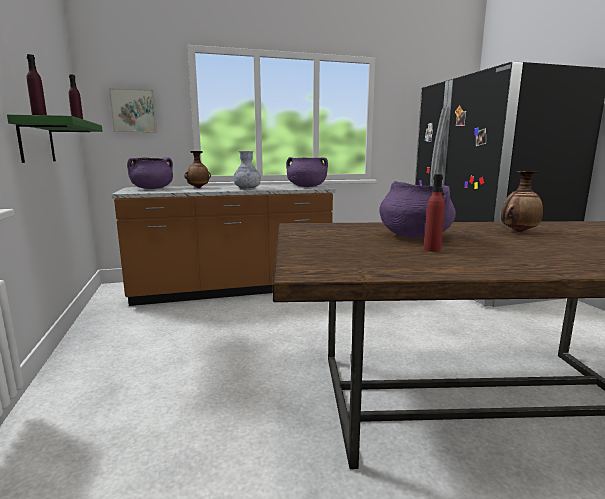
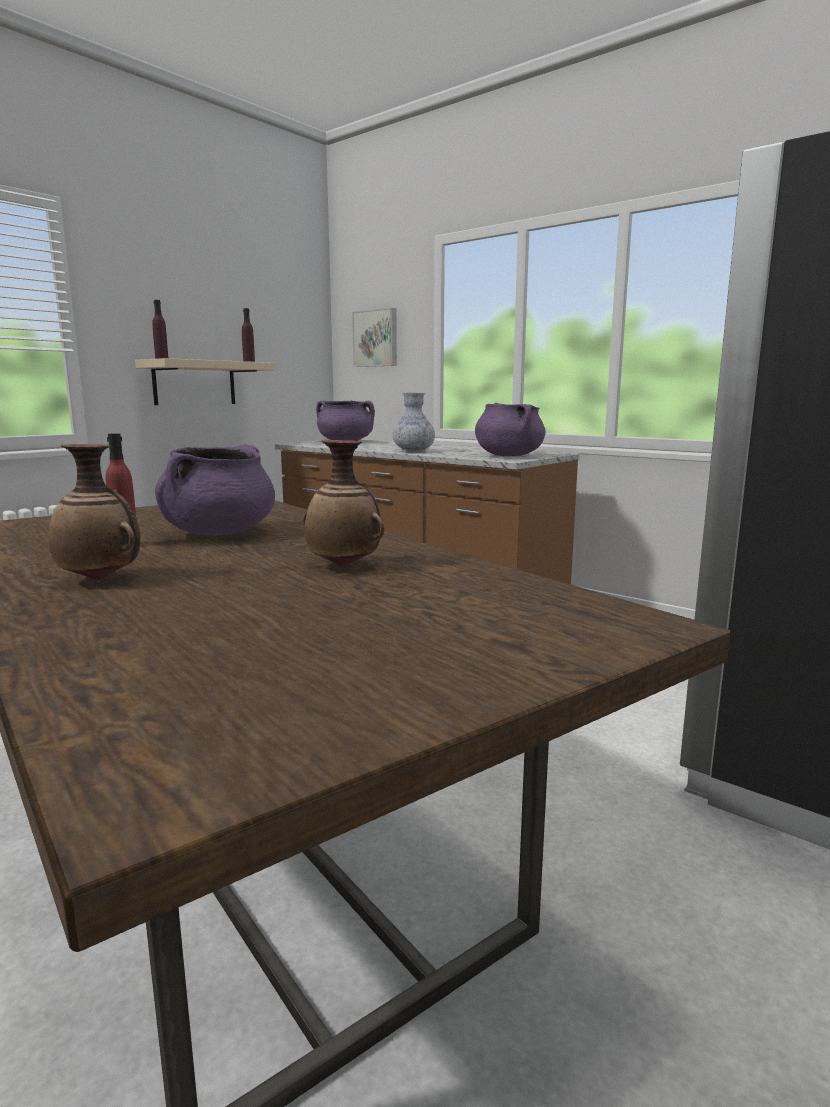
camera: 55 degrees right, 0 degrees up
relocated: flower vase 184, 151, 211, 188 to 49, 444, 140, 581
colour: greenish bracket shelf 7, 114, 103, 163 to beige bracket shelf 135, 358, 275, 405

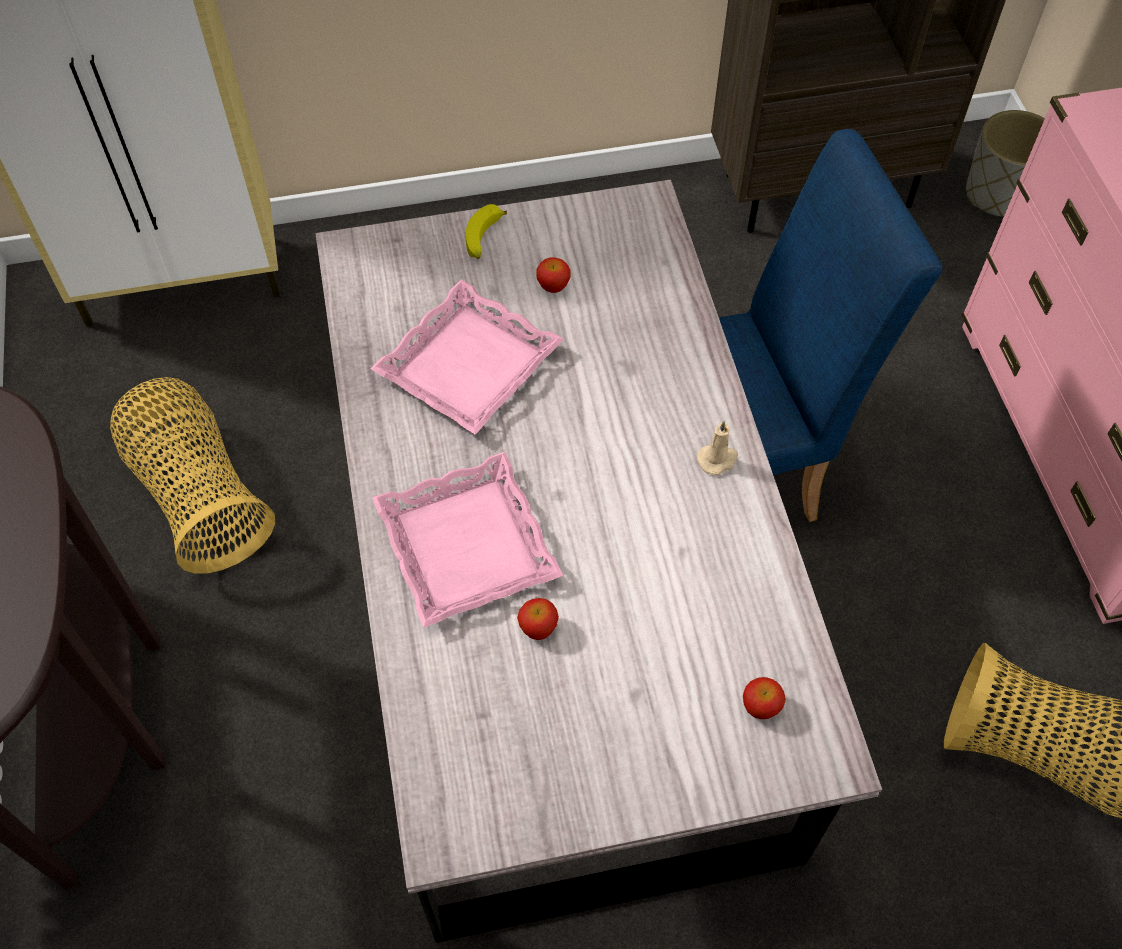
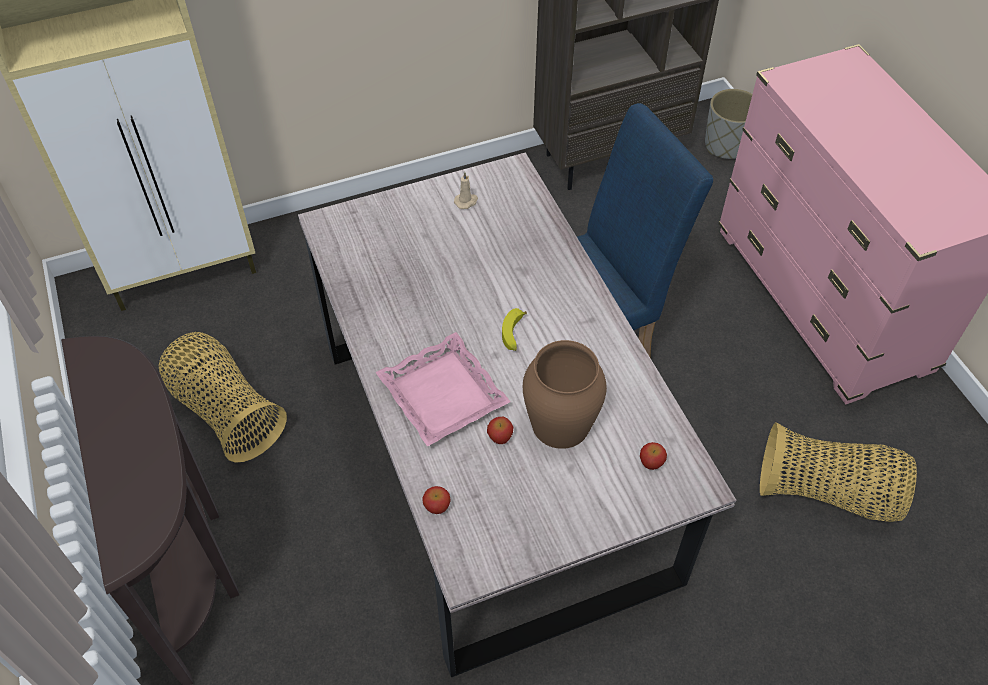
camera: 10 degrees left, 5 degrees down
missing: pink-coloured carrying tray 371, 279, 564, 434
appeared: brown flower vase 523, 340, 607, 449
relocated: banana fruit 466, 204, 507, 259 to 502, 308, 527, 351; apple 536, 258, 571, 293 to 422, 486, 451, 514; beige wax light 697, 421, 738, 475 to 454, 172, 478, 209

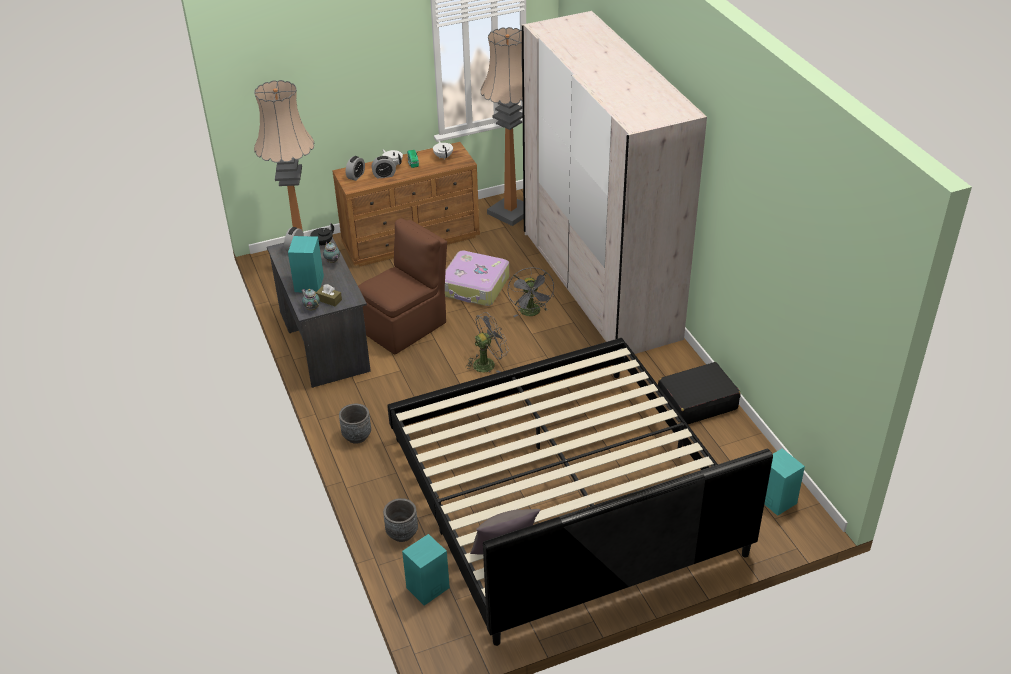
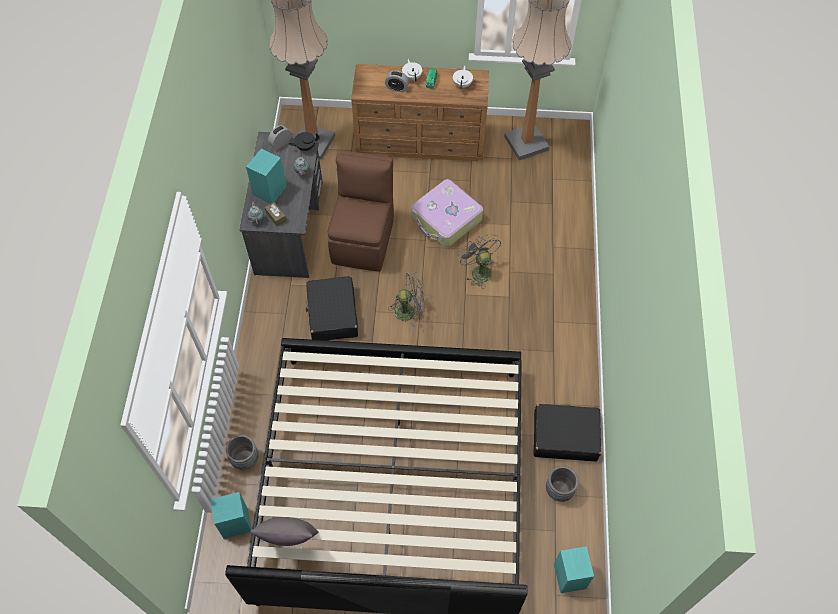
camera: 25 degrees right, 20 degrees up
missing: alarm clock 346, 156, 365, 181; beige wardrobe 522, 11, 707, 354
appeared: blackish travel case 306, 276, 358, 340
relocated: gray plant pot 339, 404, 371, 444 to 546, 466, 578, 502
spun: brown plain chair 358, 218, 447, 354 = 328, 150, 394, 272 60 degrees counterclockwise; gray fan 507, 267, 554, 317 = 457, 233, 501, 288 135 degrees clockwise

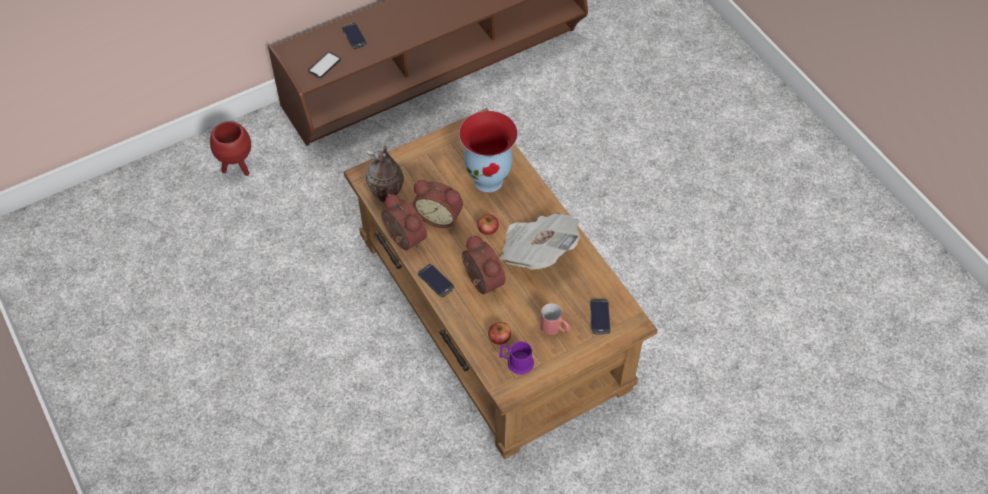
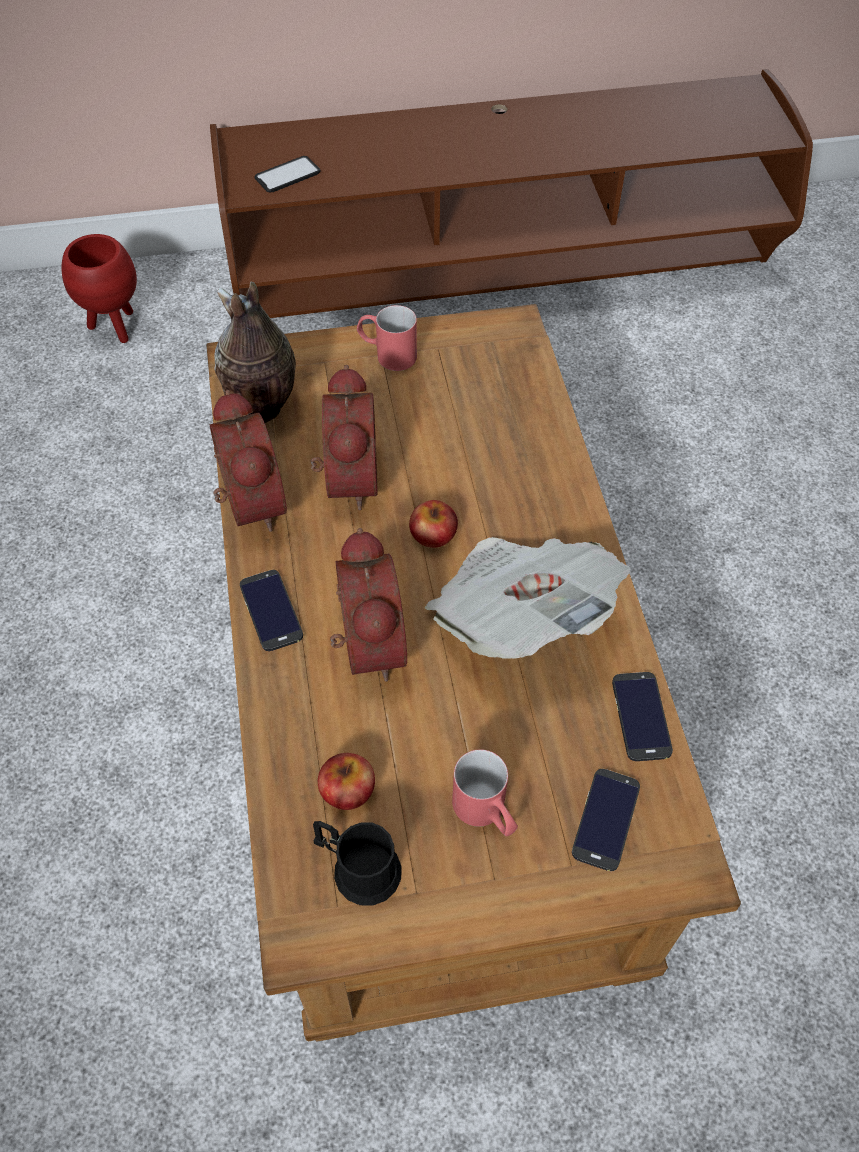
camera: 20 degrees right, 0 degrees up
missing: flower vase 459, 111, 518, 192
appeared: red tea mug 357, 305, 417, 371
relocated: handset 342, 23, 367, 49 to 612, 672, 673, 761
colour: purplish tea mug 499, 341, 534, 374 to blackish tea mug 313, 821, 402, 906
spun: alarm clock 412, 180, 463, 228 = 310, 365, 378, 510 135 degrees counterclockwise

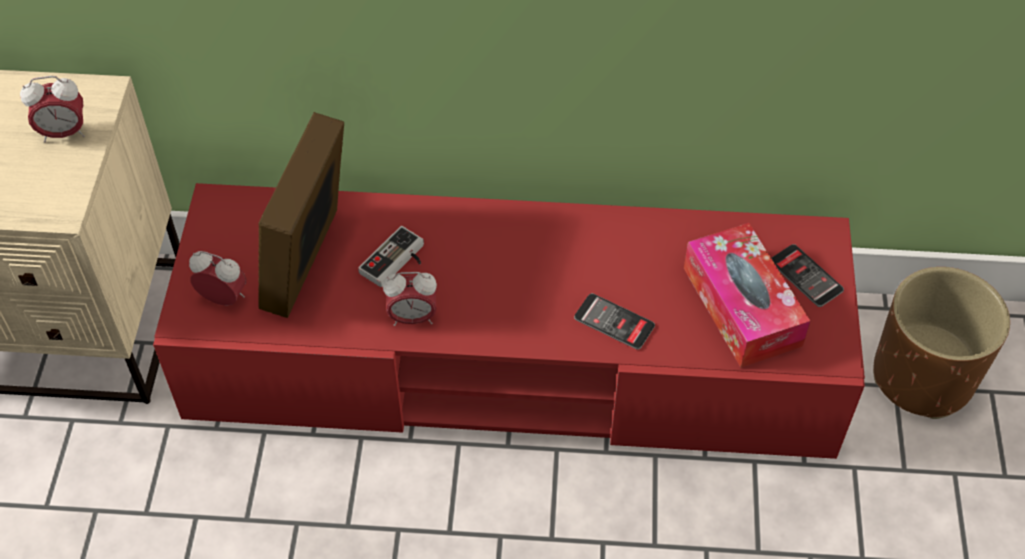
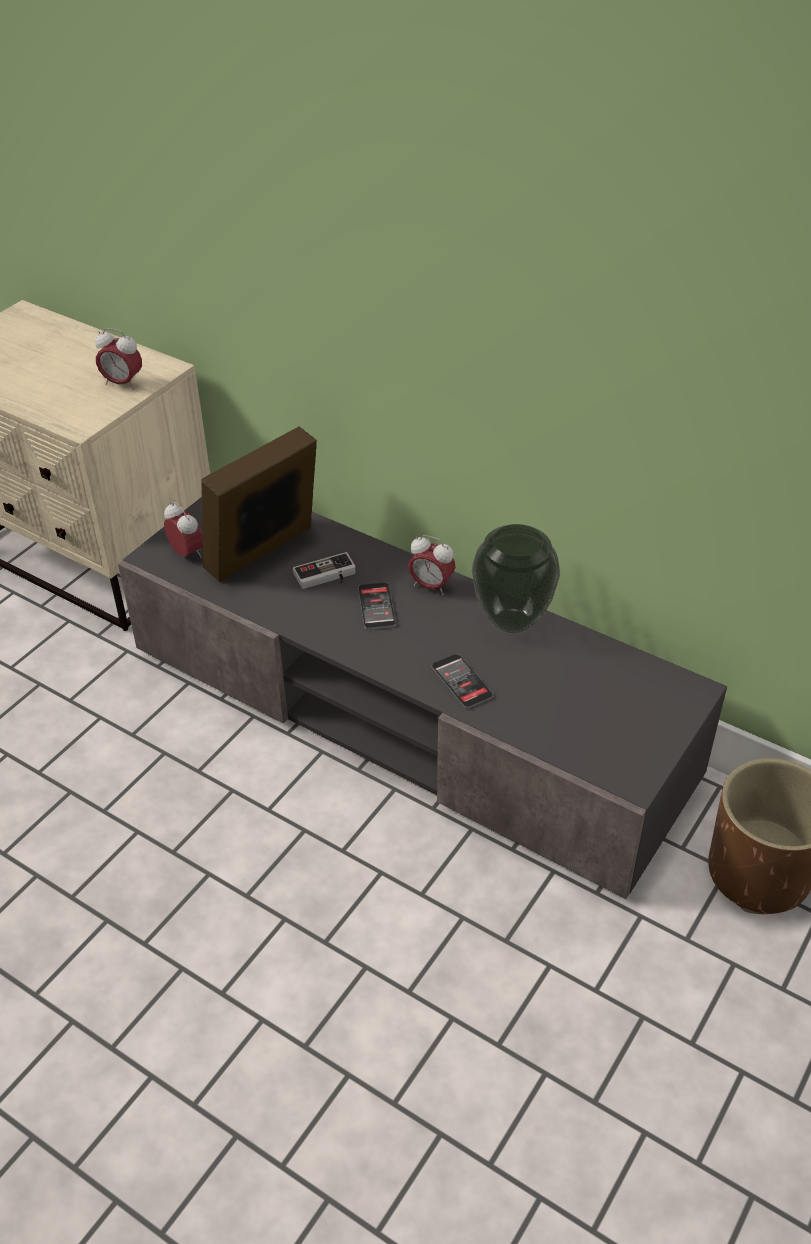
camera: 30 degrees right, 10 degrees down
missing: box of tissues 684, 223, 810, 368
appeared: flower vase 472, 524, 560, 634
relocated: alarm clock 383, 272, 437, 326 to 408, 535, 456, 595; handset 771, 244, 844, 307 to 358, 582, 396, 630
colour: red tv unit 153, 183, 865, 459 to gray tv unit 118, 497, 727, 899

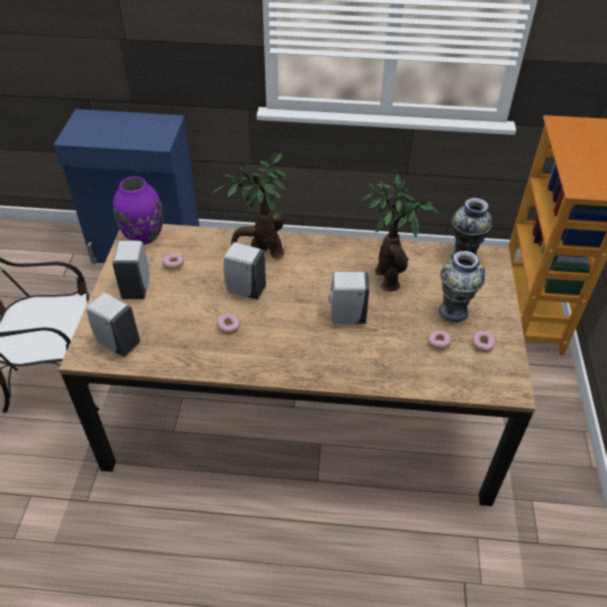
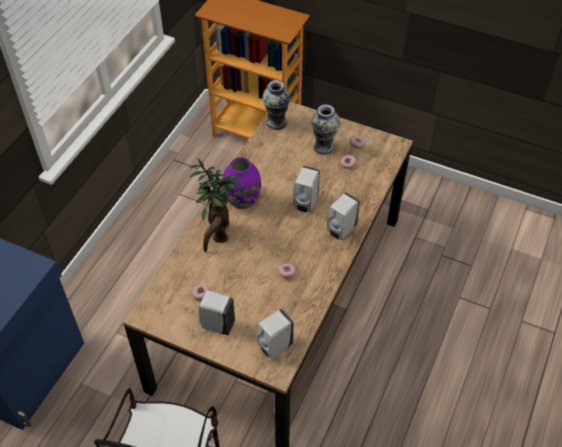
camera: 70 degrees left, 5 degrees up
missing: houseplant 360, 174, 439, 292
relocated: purplish flower vase 113, 177, 163, 245 to 222, 157, 261, 209; white-coloured soap bottle 224, 242, 266, 300 to 327, 192, 360, 240

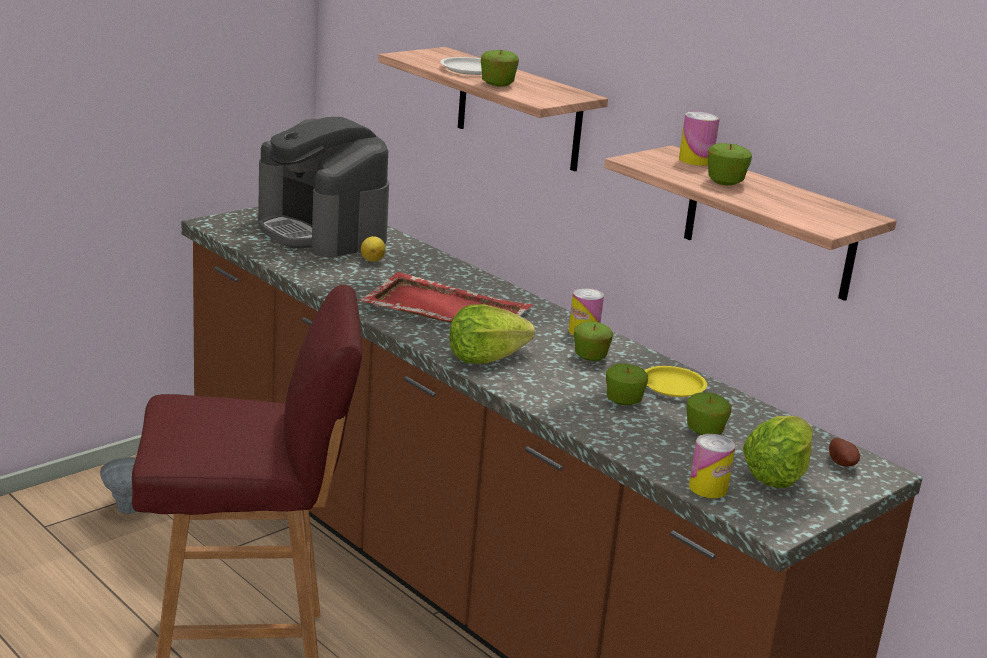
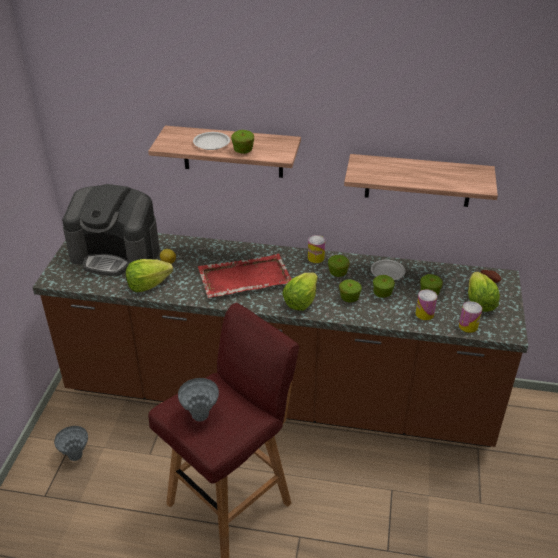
camera: 35 degrees left, 15 degrees up
appeared: head of lettuce 126, 259, 173, 292; gray flower vase 178, 378, 219, 422
relocated: can 679, 111, 720, 166 to 415, 289, 437, 320; apple 708, 143, 752, 185 to 339, 279, 362, 302
colour: yellowish plate 644, 366, 707, 397 to white-coloured plate 371, 260, 405, 280

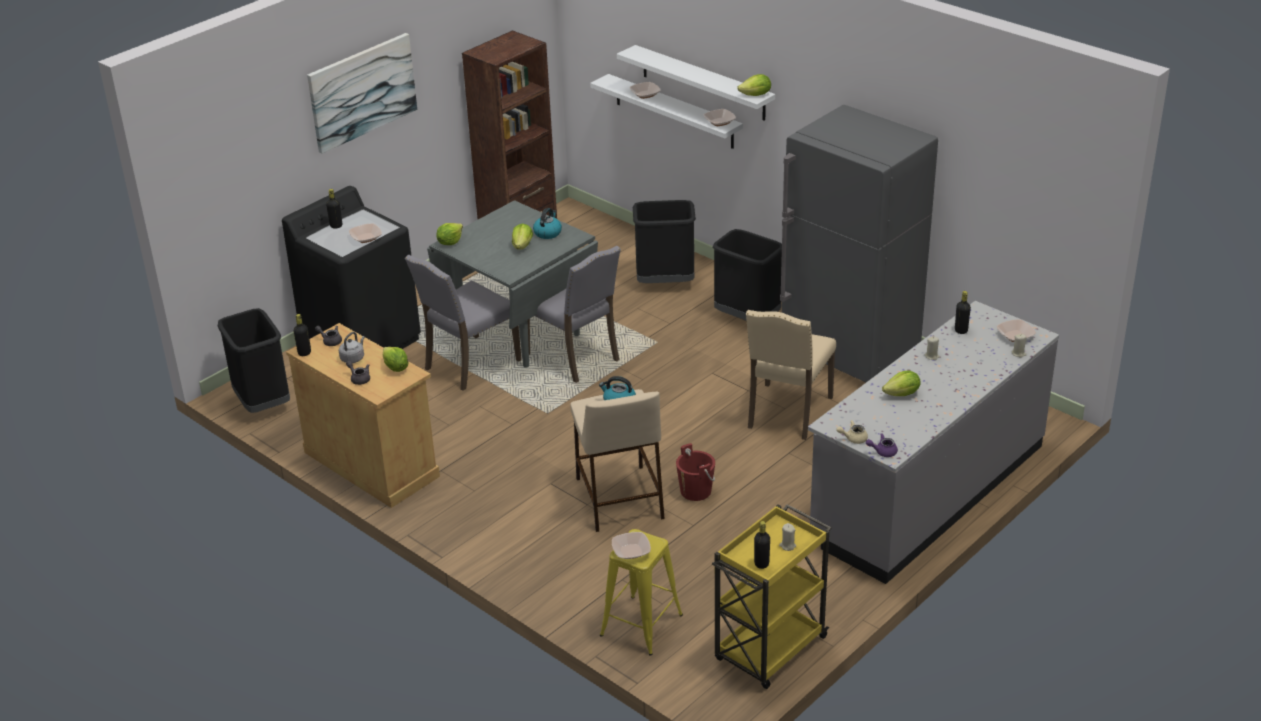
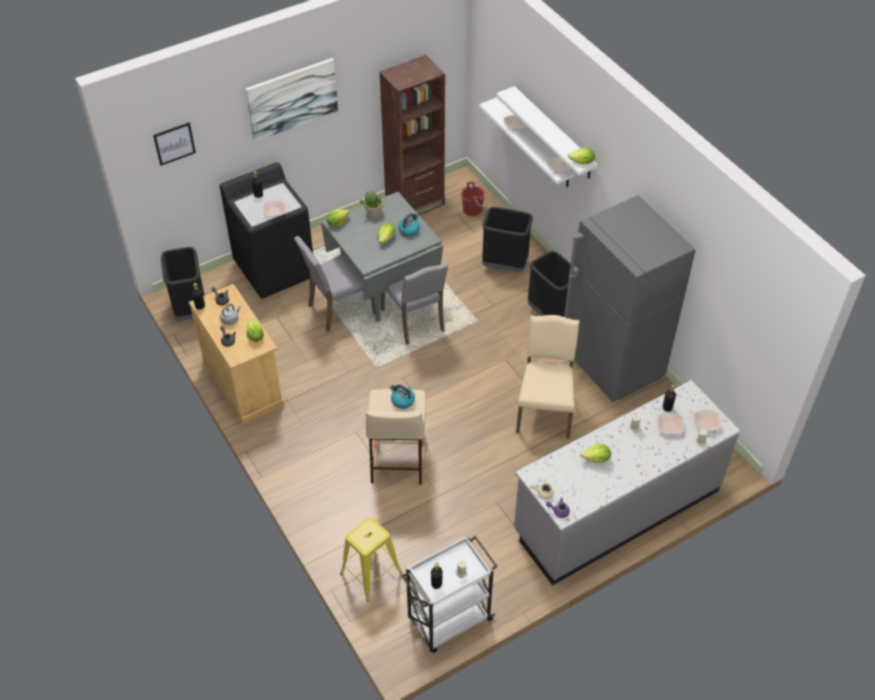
camera: 15 degrees right, 15 degrees up
appeared: wall art 153, 122, 196, 166; houseplant 360, 190, 383, 218
relocated: deep dish 612, 532, 651, 559 to 657, 413, 684, 434; red water bucket 676, 443, 715, 501 to 461, 181, 485, 216
colour: yellowish cart 712, 504, 831, 689 to white-coloured cart 401, 535, 498, 653
spun: beige plain chair 746, 310, 836, 440 = 516, 315, 579, 439 150 degrees clockwise

